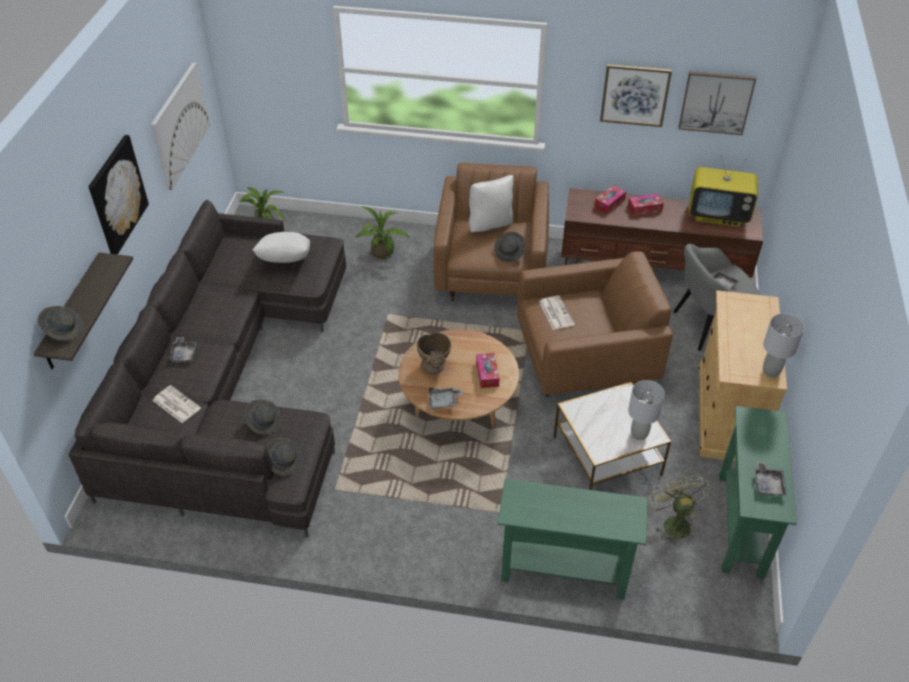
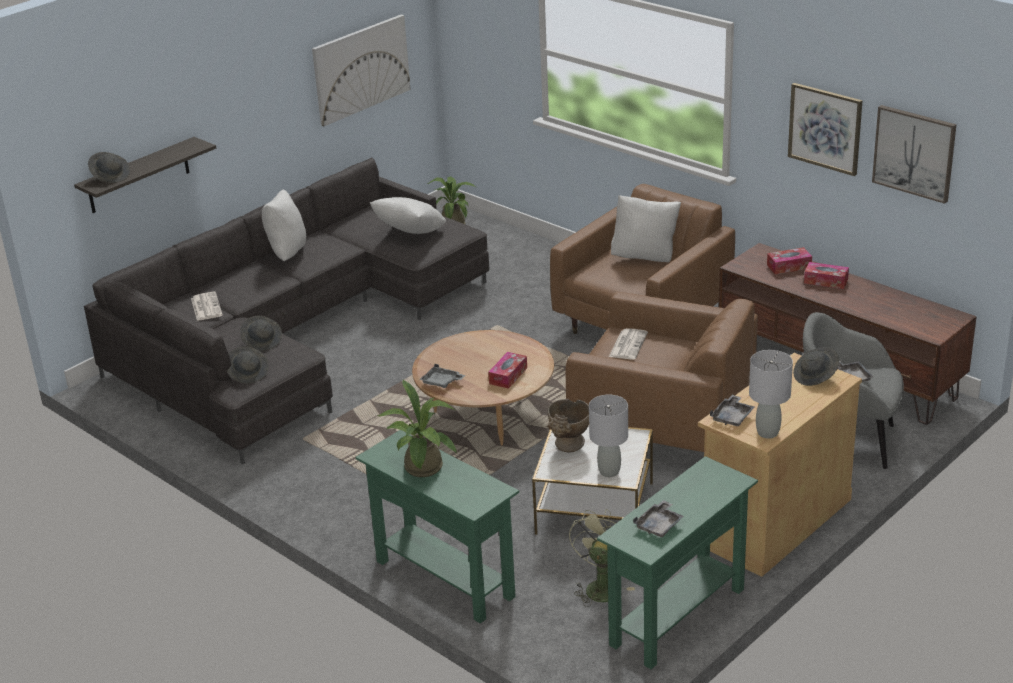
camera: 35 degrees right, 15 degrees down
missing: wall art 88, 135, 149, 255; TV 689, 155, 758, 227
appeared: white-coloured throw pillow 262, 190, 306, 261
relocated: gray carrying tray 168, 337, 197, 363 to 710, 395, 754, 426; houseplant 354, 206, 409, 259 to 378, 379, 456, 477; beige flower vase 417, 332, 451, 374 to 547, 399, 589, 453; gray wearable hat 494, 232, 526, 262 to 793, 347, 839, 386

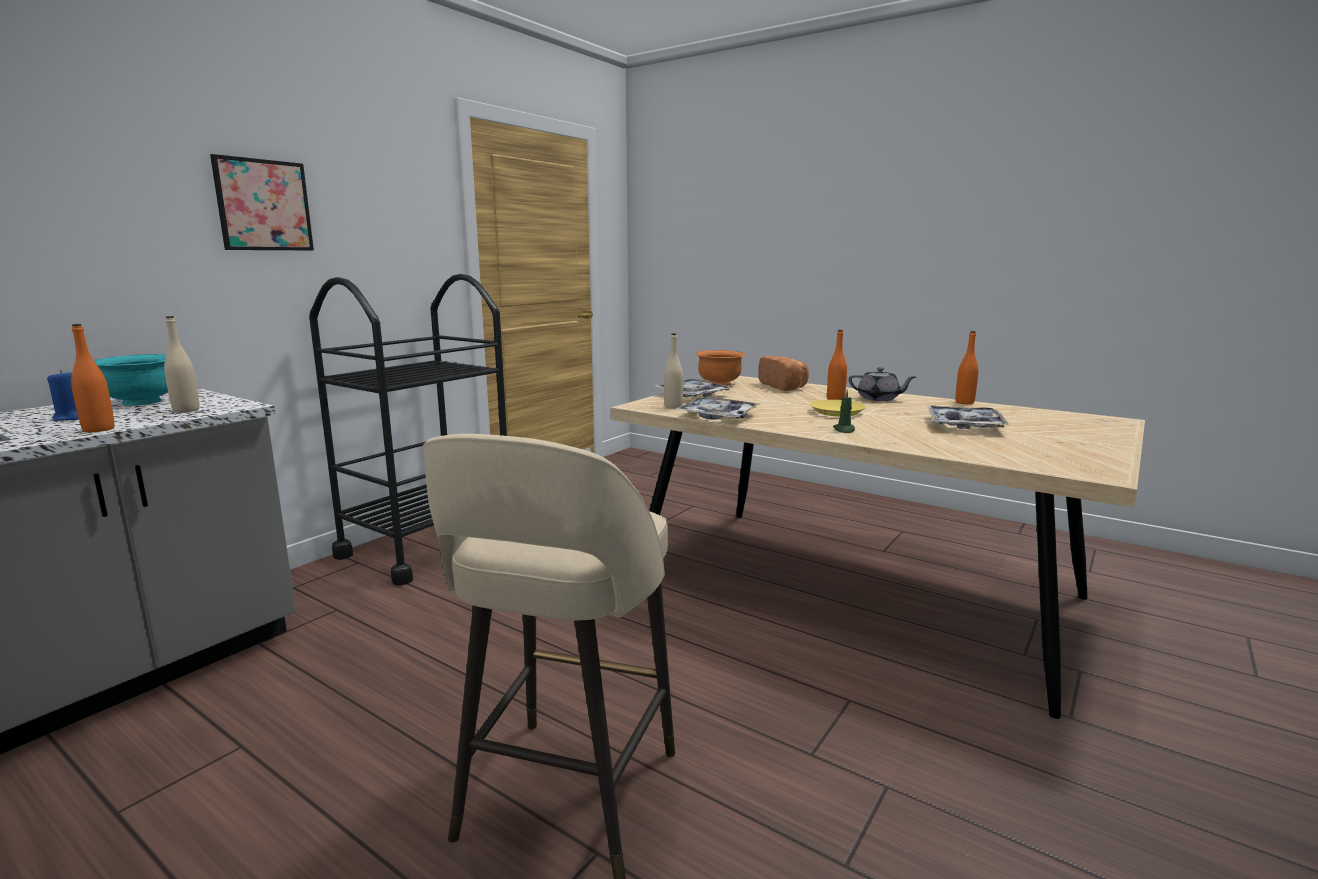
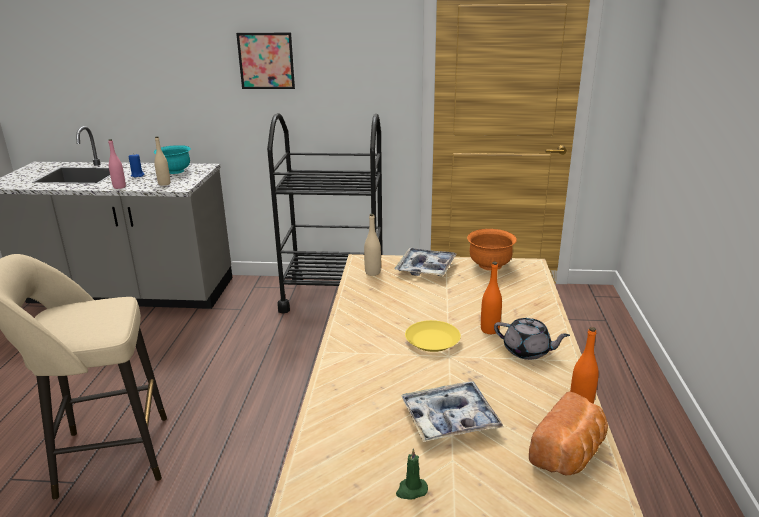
camera: 60 degrees right, 10 degrees up
missing: carrying tray 674, 397, 760, 420
relocated: bakery bread 759, 356, 809, 391 to 529, 391, 608, 475; greenish wax light 833, 389, 855, 433 to 396, 448, 428, 500
colour: orangey beverage bottle 71, 324, 114, 432 to pink-coloured beverage bottle 108, 139, 126, 189
spun: gray pot for tea 849, 367, 916, 401 = 494, 318, 570, 360 60 degrees counterclockwise

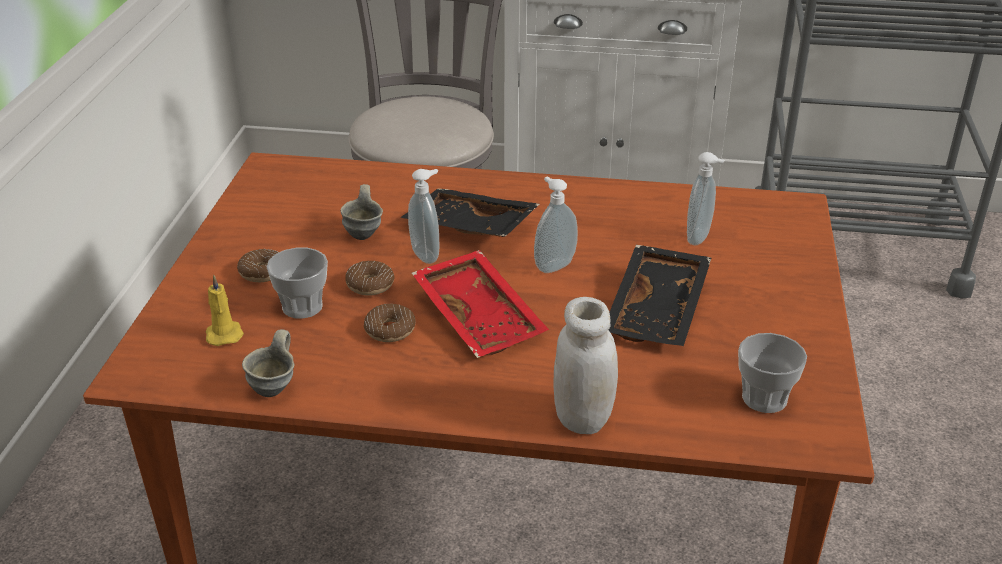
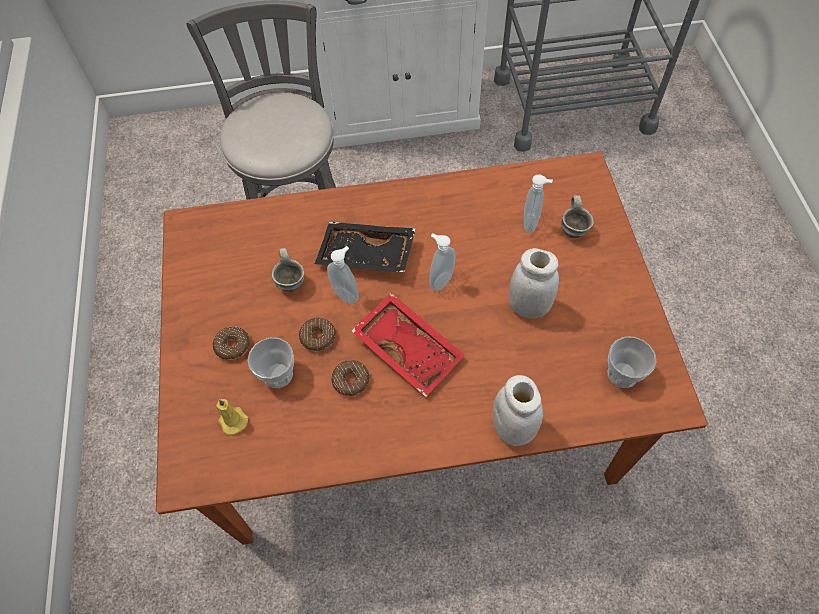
camera: 15 degrees left, 25 degrees up
relocated: gray tea mug 242, 329, 294, 397 to 561, 195, 594, 238
exchanged: blackish carrying tray 609, 245, 711, 346 to white-coloured preserve jar 509, 248, 559, 319

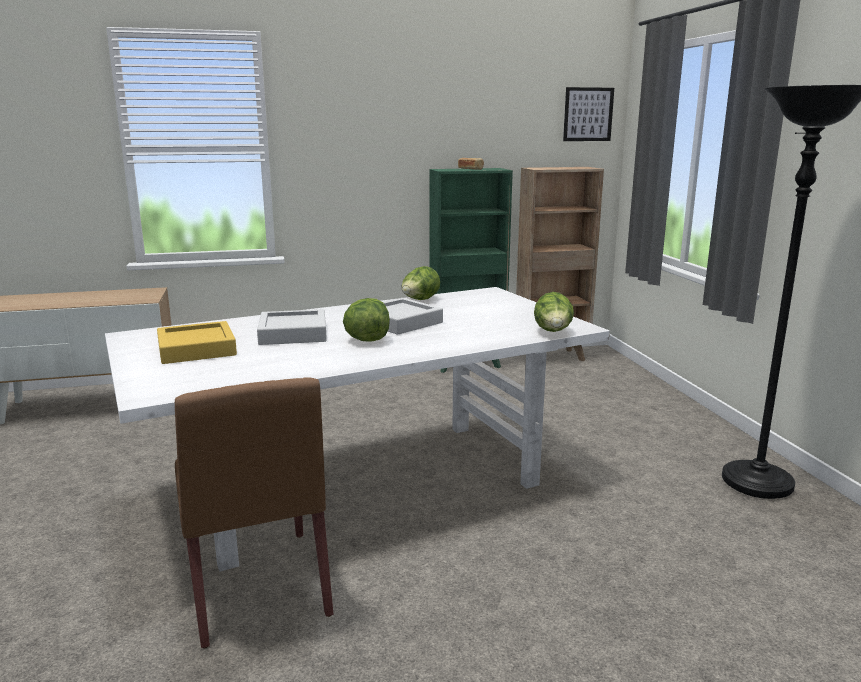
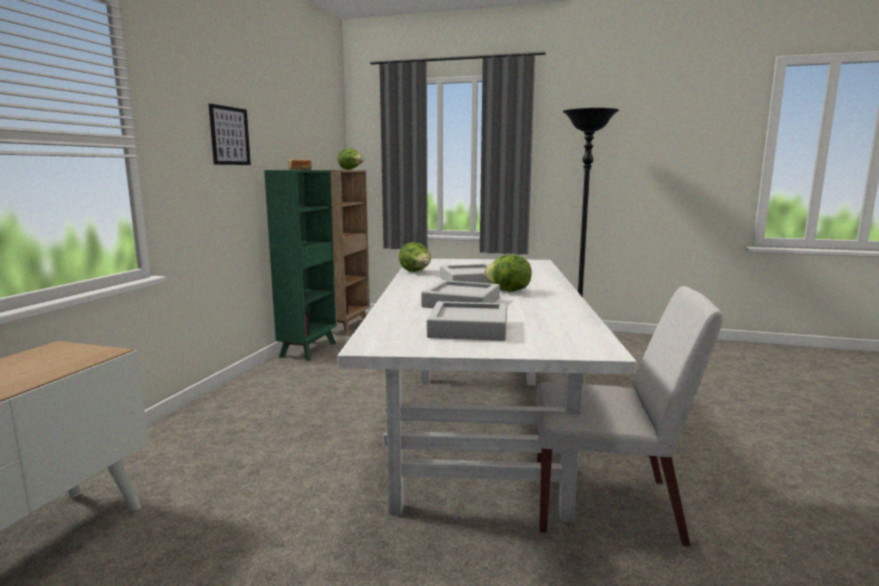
camera: 60 degrees left, 5 degrees down
relocated: head of lettuce 534, 292, 574, 332 to 337, 148, 364, 170; wall art 563, 87, 614, 141 to 209, 104, 251, 165
colour: yellowish carrying tray 157, 321, 237, 364 to gray carrying tray 427, 301, 507, 341; brown plain chair 175, 377, 333, 648 to white-coloured plain chair 536, 286, 723, 547

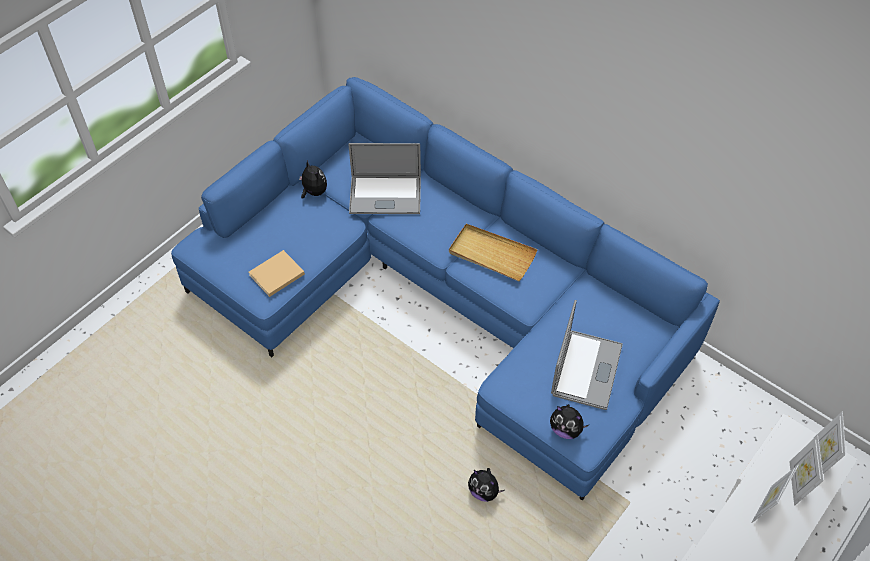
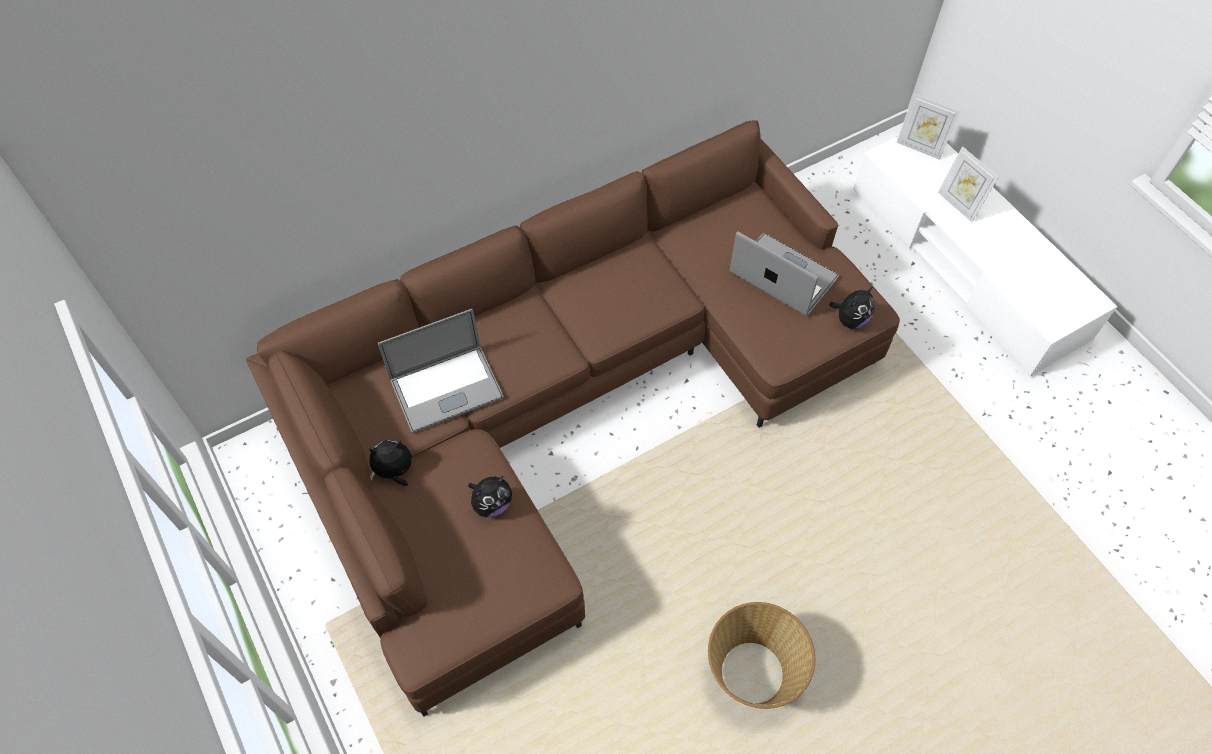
camera: 70 degrees left, 5 degrees up
missing: beige book 249, 250, 305, 297; beige carrying tray 449, 224, 538, 281; photo frame 790, 435, 824, 506
appeared: basket 708, 602, 815, 709
relocated: plush toy 468, 468, 504, 502 to 468, 476, 512, 518
colour: bluish sofa 171, 77, 720, 501 to brown sofa 246, 120, 900, 717
spun: notebook computer 349, 143, 421, 214 = 378, 309, 504, 433 45 degrees clockwise

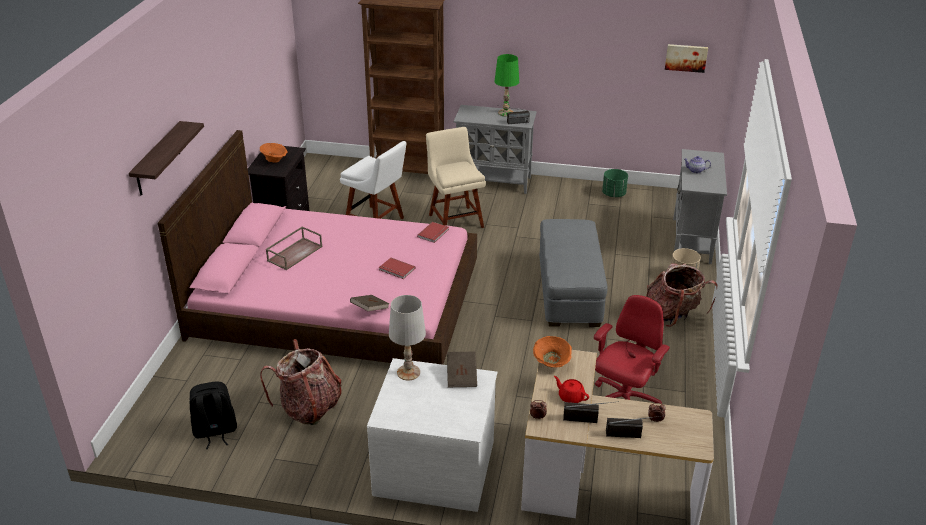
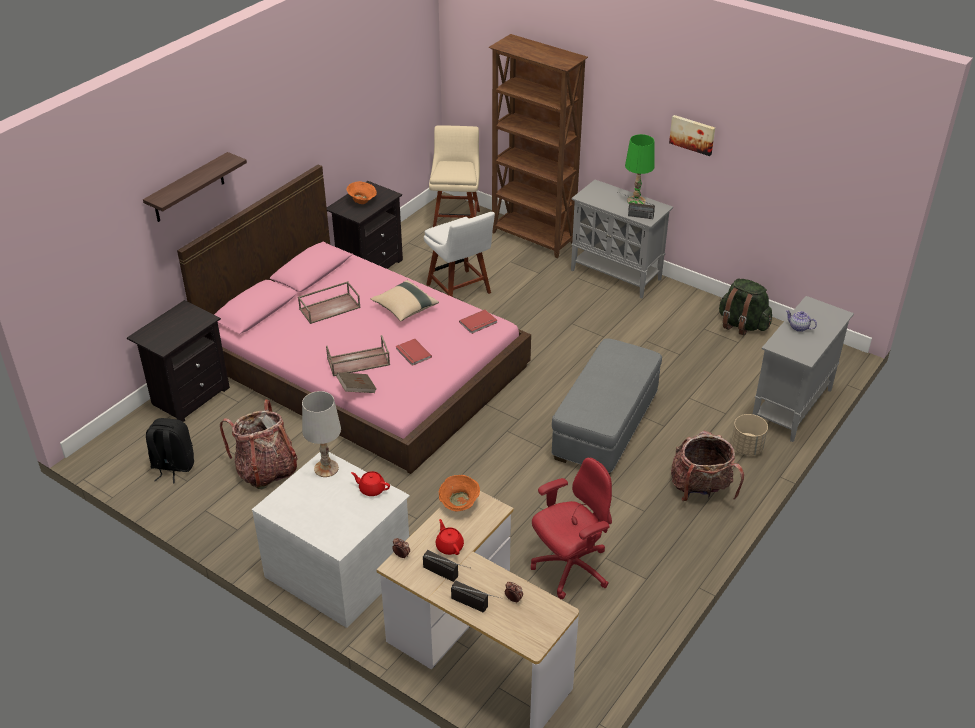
camera: 25 degrees right, 5 degrees up
appeared: blackish night table 127, 300, 230, 422; brown carrying tray 326, 335, 390, 376; beige throw pillow 371, 280, 439, 321
relocated: beige plain chair 426, 127, 486, 228 to 429, 125, 480, 227; wall art 665, 44, 708, 73 to 669, 115, 715, 156
exchanged: brown book 447, 352, 477, 387 to red pot for tea 351, 471, 390, 496; greenish plant pot 602, 169, 628, 197 to greenish knapsack 719, 279, 772, 335

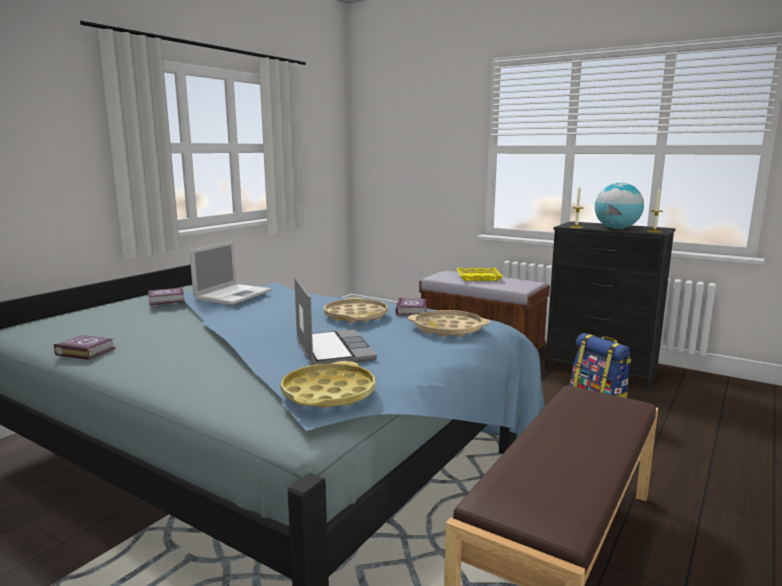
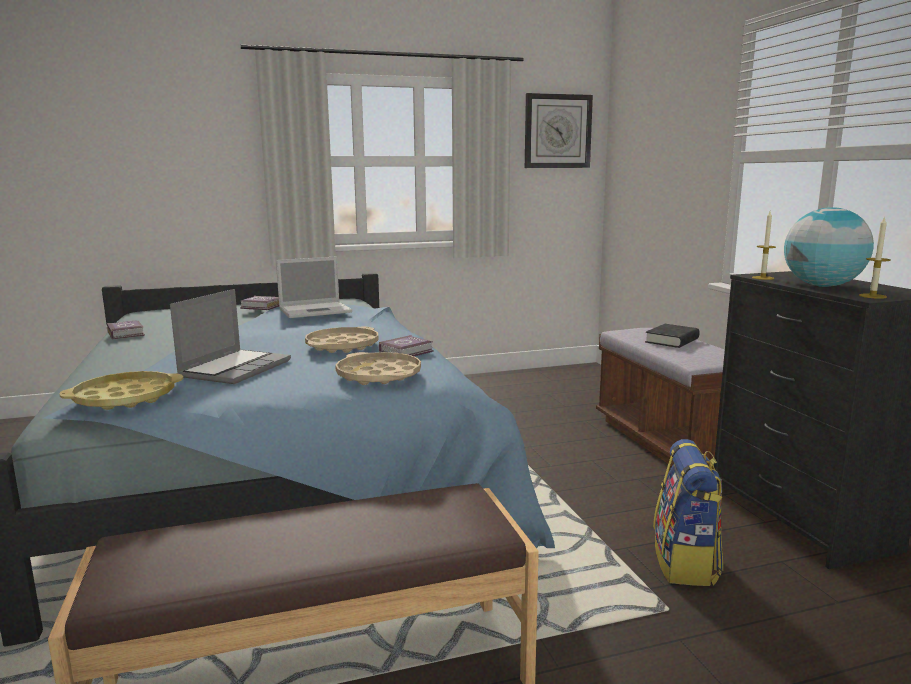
camera: 40 degrees right, 0 degrees up
appeared: clock on the wall 525, 93, 593, 168
exchanged: yellowish carrying tray 456, 268, 503, 281 to blackish book 645, 324, 700, 348

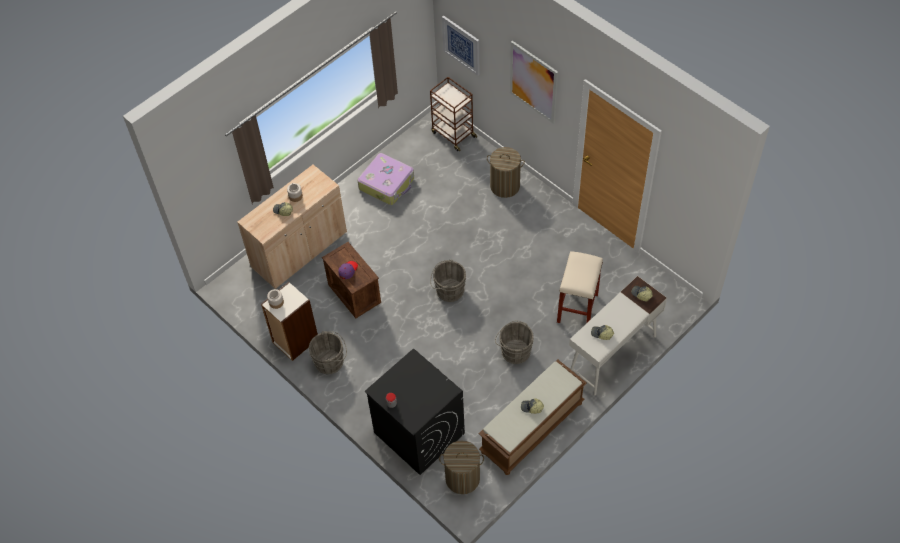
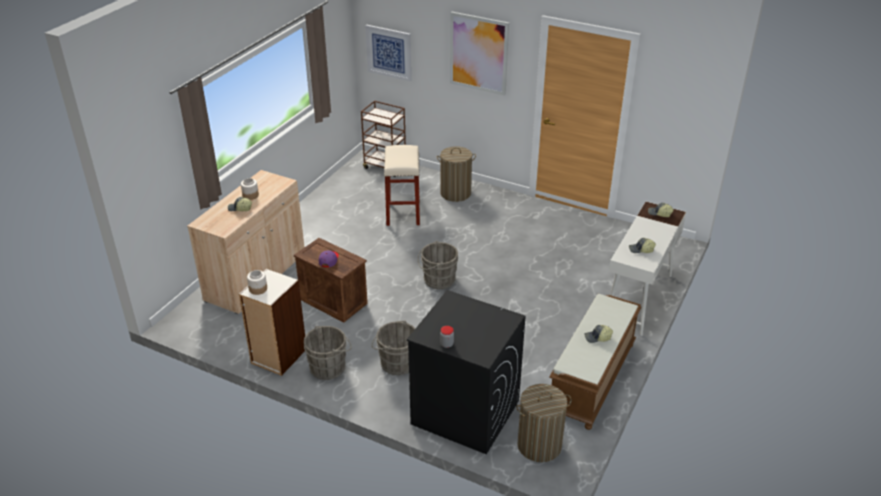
camera: 20 degrees left, 20 degrees down
missing: travel case 357, 153, 414, 205
relocated: gray water bucket 495, 321, 534, 364 to 372, 320, 416, 375; beige stool seat 557, 251, 603, 323 to 384, 145, 420, 226

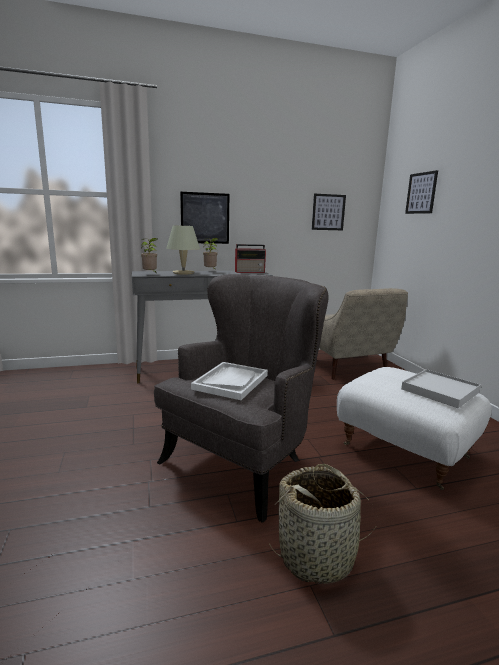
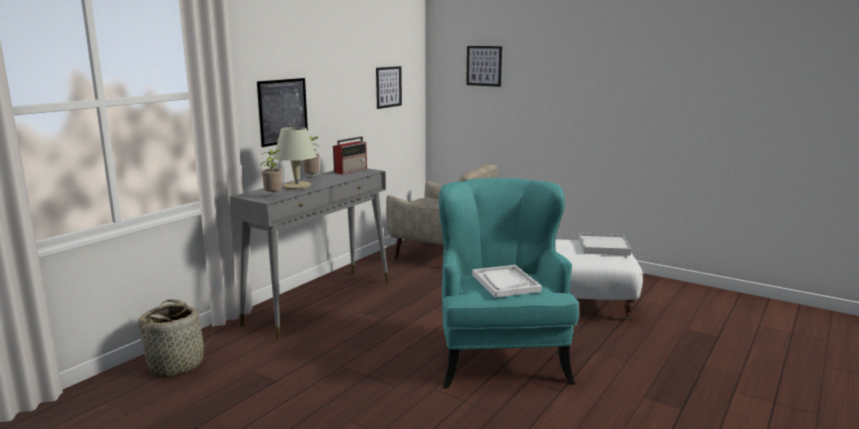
camera: 40 degrees left, 0 degrees up
relocated: basket 269, 464, 378, 584 to 138, 299, 213, 377
colour: gray armchair 154, 274, 329, 523 to turquoise-coloured armchair 439, 178, 579, 388

